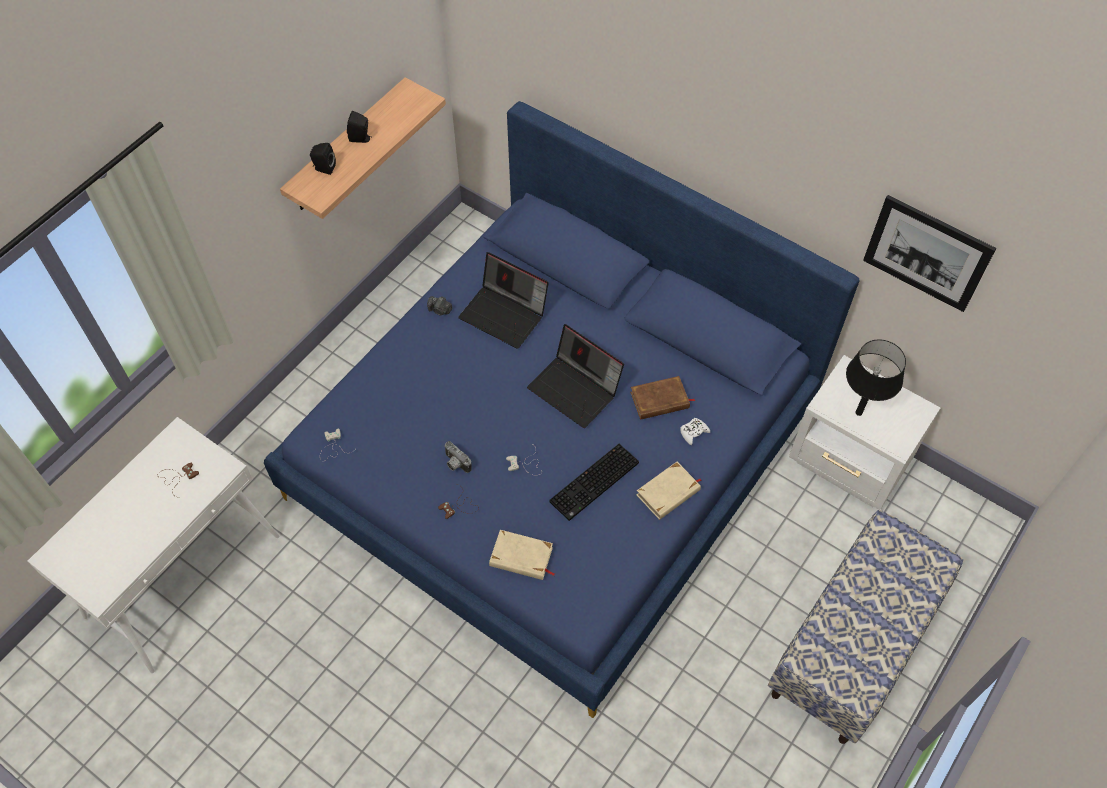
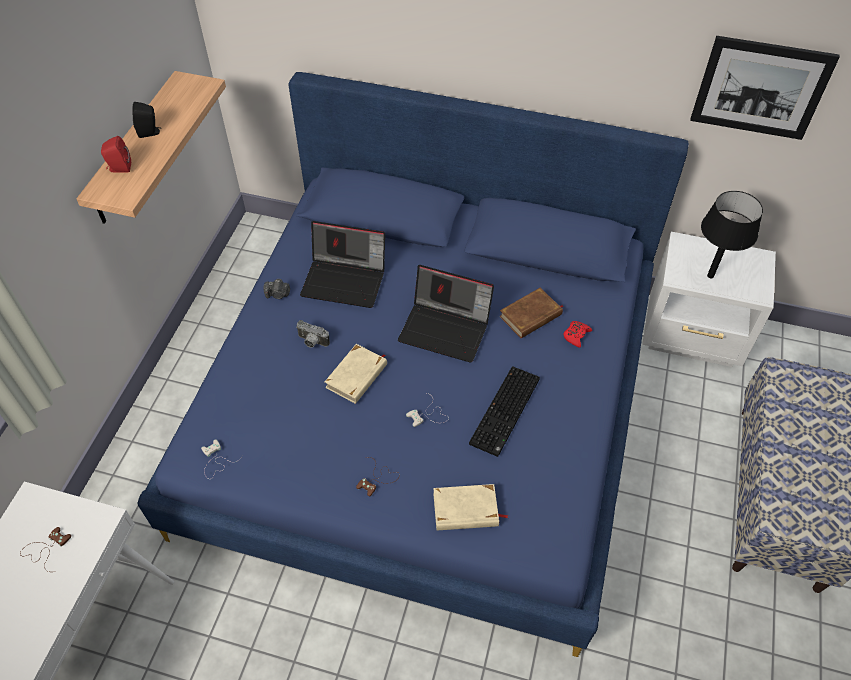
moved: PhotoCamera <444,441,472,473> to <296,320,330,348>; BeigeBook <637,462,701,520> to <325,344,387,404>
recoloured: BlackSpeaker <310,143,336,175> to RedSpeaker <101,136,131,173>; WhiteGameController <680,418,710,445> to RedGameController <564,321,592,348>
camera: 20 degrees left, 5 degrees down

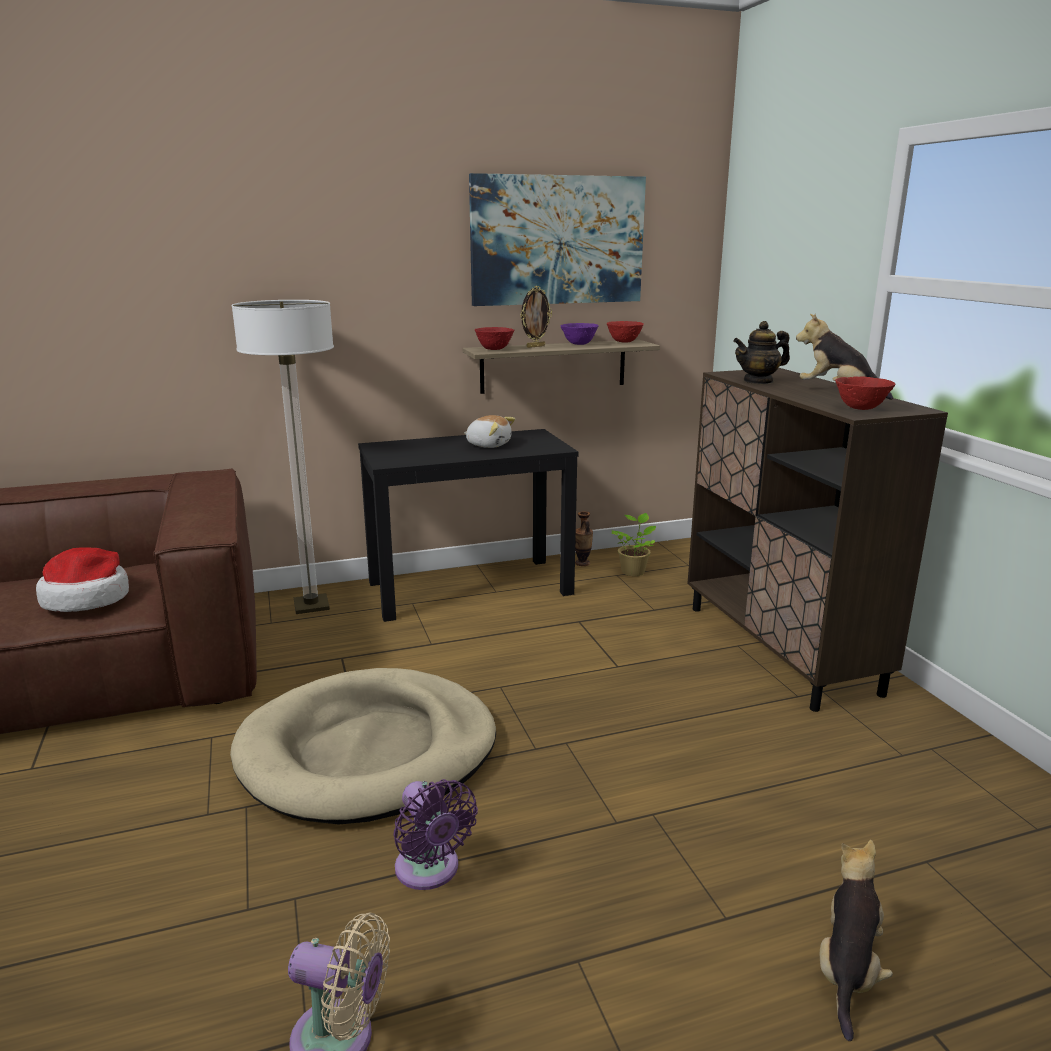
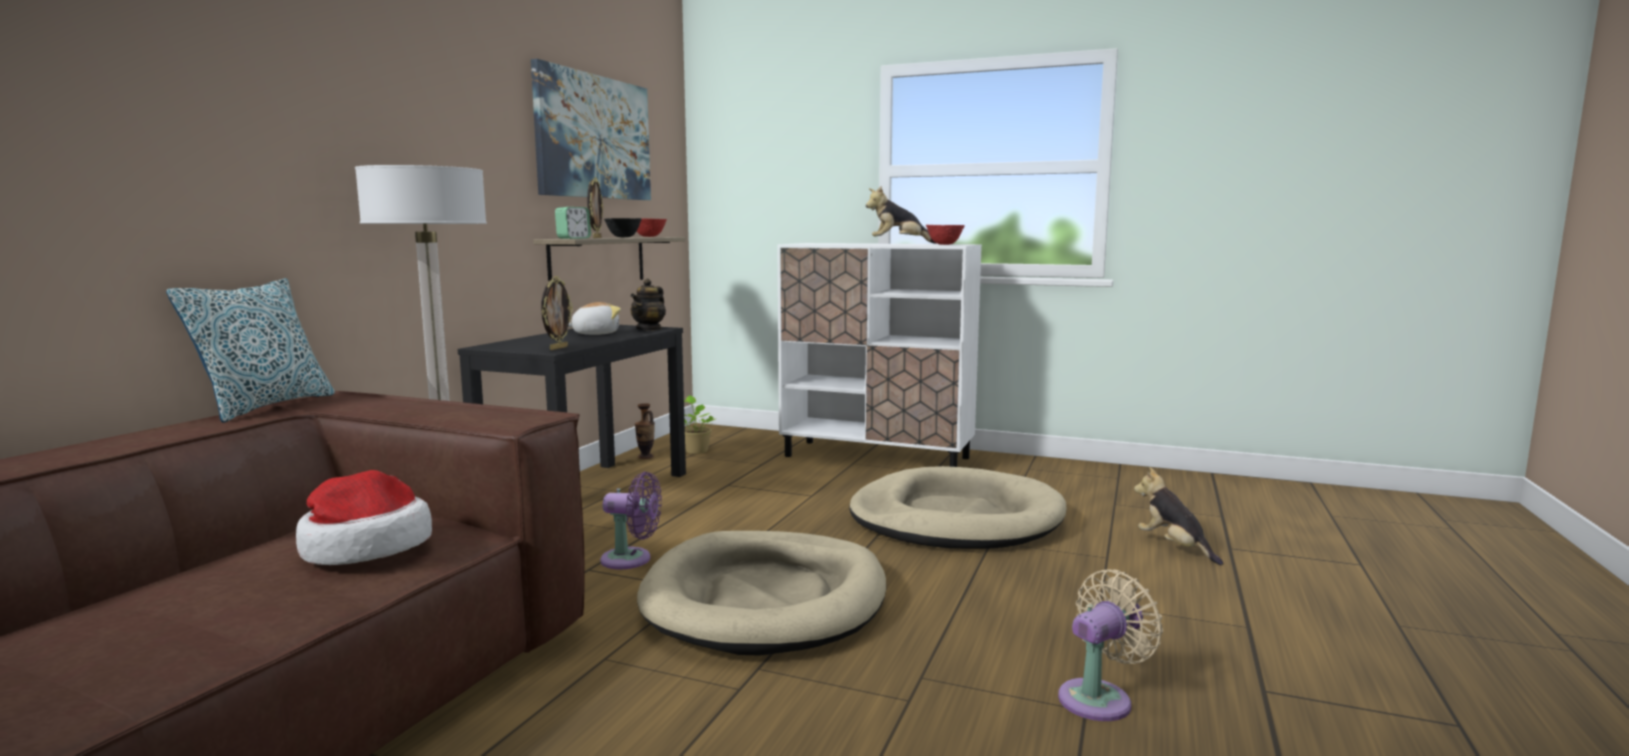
added: PictureFrame <541,276,573,350>; Pillow <166,278,335,423>; BeigeDogBed <849,466,1067,549>
moved: Teapot <734,321,790,384> to <630,279,666,331>; PurpleFan <393,779,478,890> to <600,472,662,569>
replaced: RedBowl <475,327,514,350> to AlarmClock <555,207,591,239>
recoloured: PurpleBowl <560,323,599,345> to BlackBowl <604,218,642,237>; BrownCabinet <687,368,948,712> to WhiteCabinet <777,243,982,467>
camera: 50 degrees left, 10 degrees down

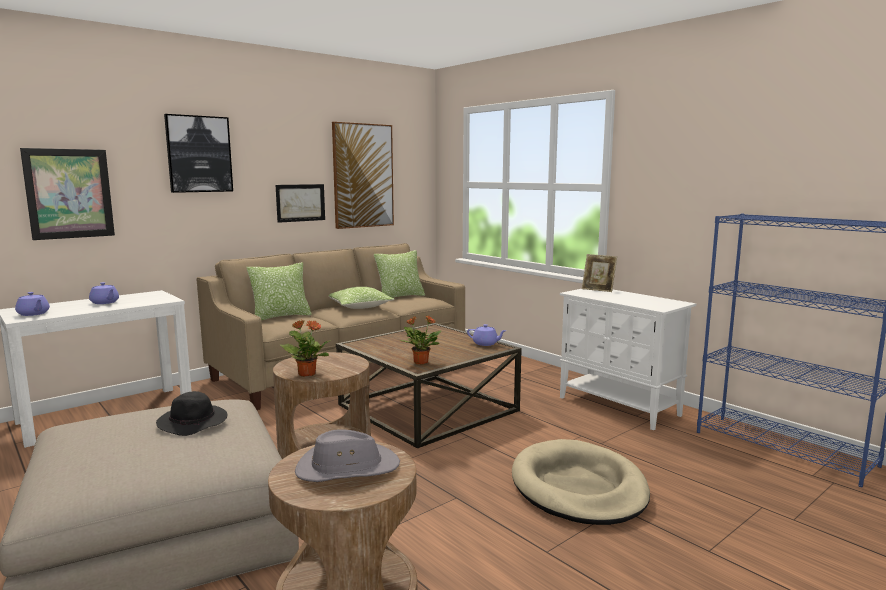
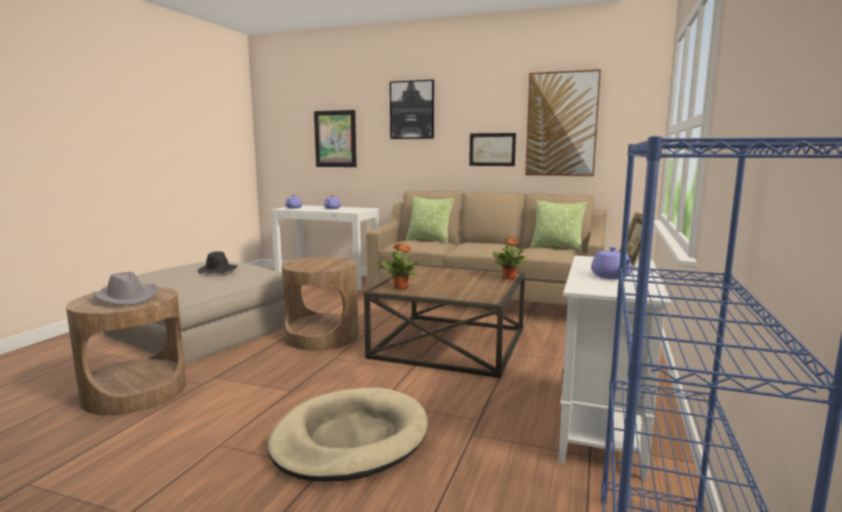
removed: Pillow <329,287,394,309>
moved: PottedPlant <280,320,331,377> to <493,237,527,280>; PurpleTeapot <467,324,507,346> to <591,247,632,279>
camera: 60 degrees right, 0 degrees up

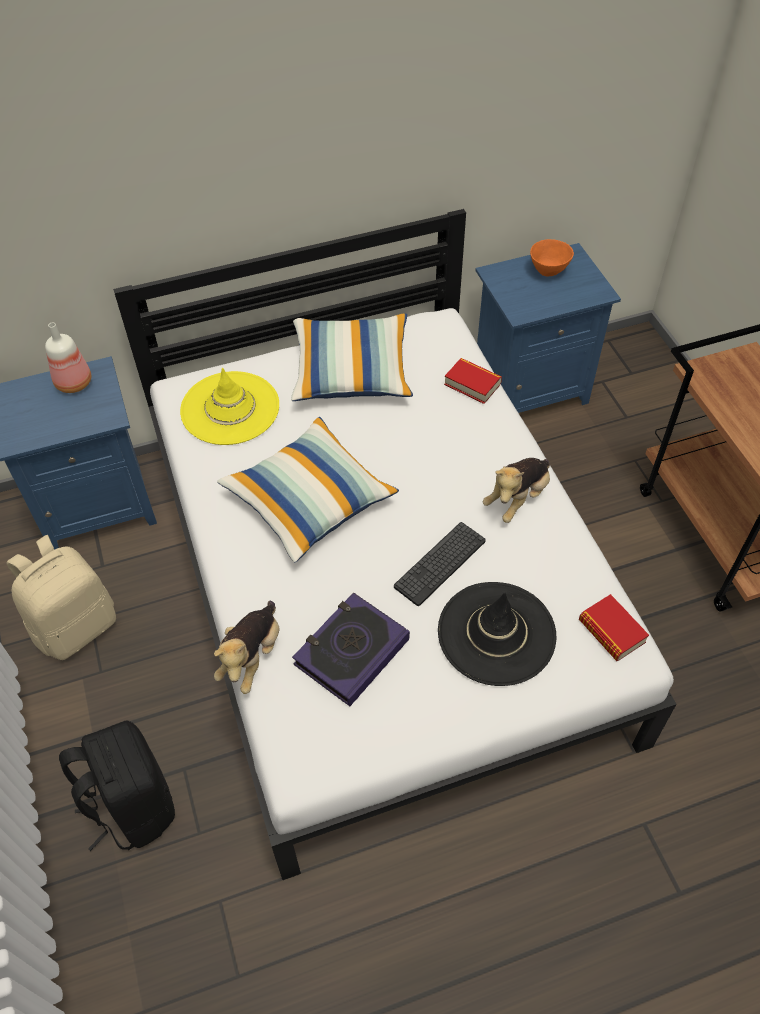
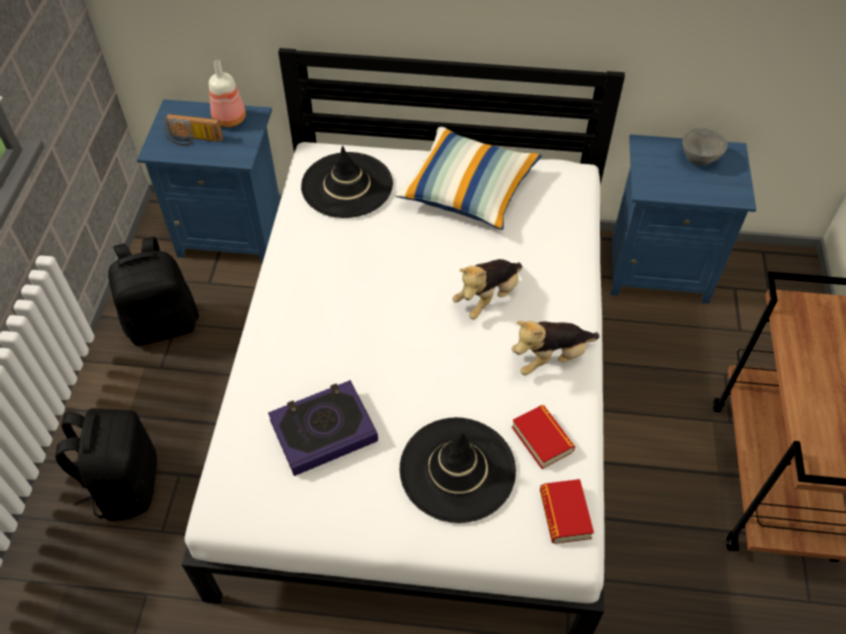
removed: Pillow <217,417,399,563>; Keyboard <394,522,486,606>
added: Radio <164,114,223,146>
moved: Book <444,358,502,404> to <512,405,575,469>; PlushToy <214,601,280,694> to <452,259,522,320>
recoloured: OrangeBowl <530,239,574,276> to GreyBowl <682,128,728,165>; YellowHat <180,368,279,445> to BlackHat <301,146,393,218>; BeigeBackpack <6,535,116,660> to BlackBackpack <108,237,199,346>
camera: 25 degrees right, 0 degrees up

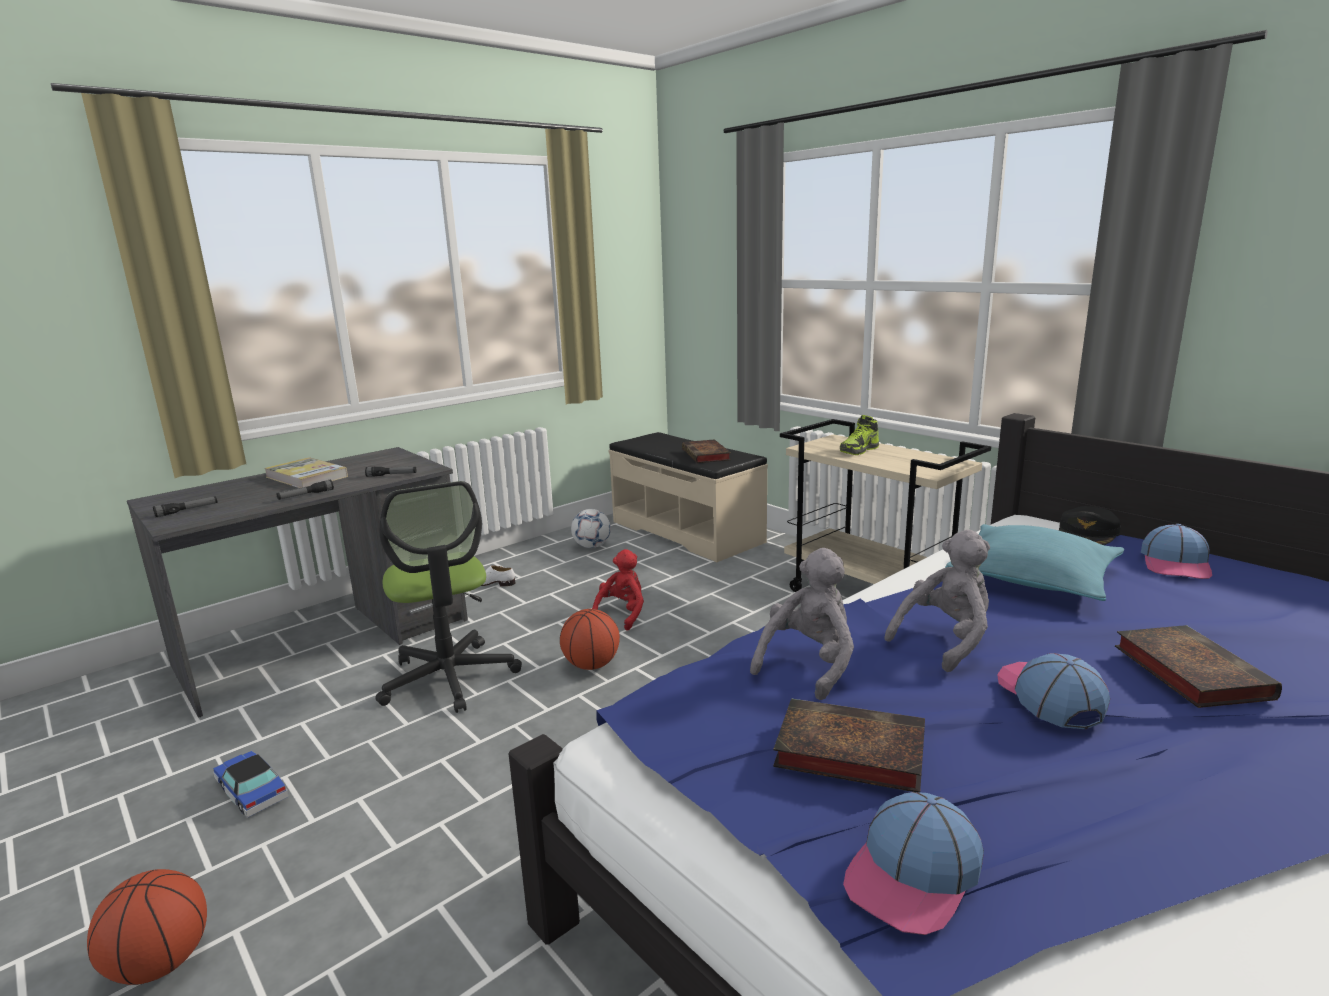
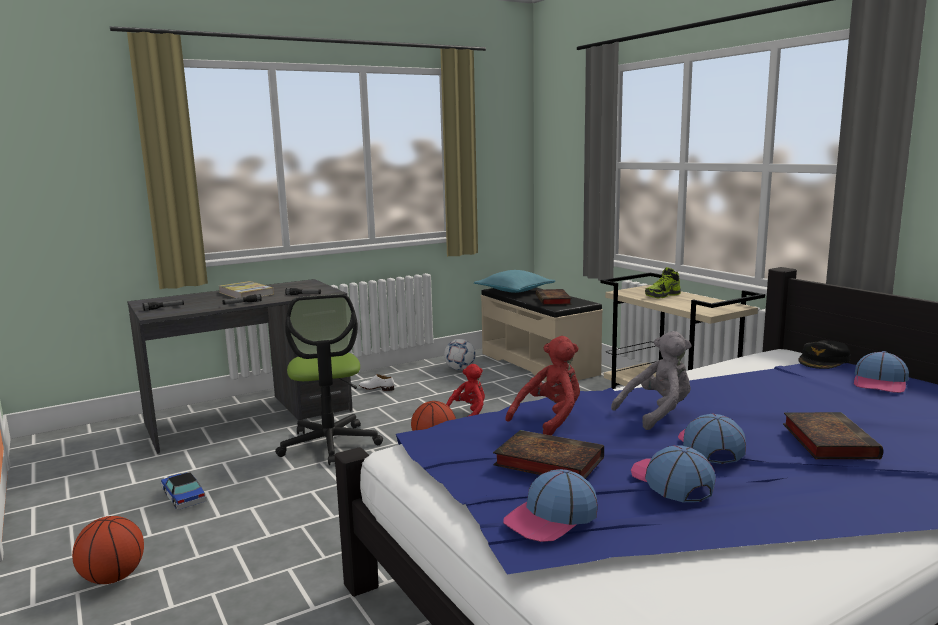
added: Cap <631,445,716,502>
moved: TurquoisePillow <945,524,1124,601> to <474,270,556,293>
recoloured: GreyPlushToy <750,548,854,700> to RedPlushToy <505,336,580,436>
camera: 10 degrees right, 5 degrees down

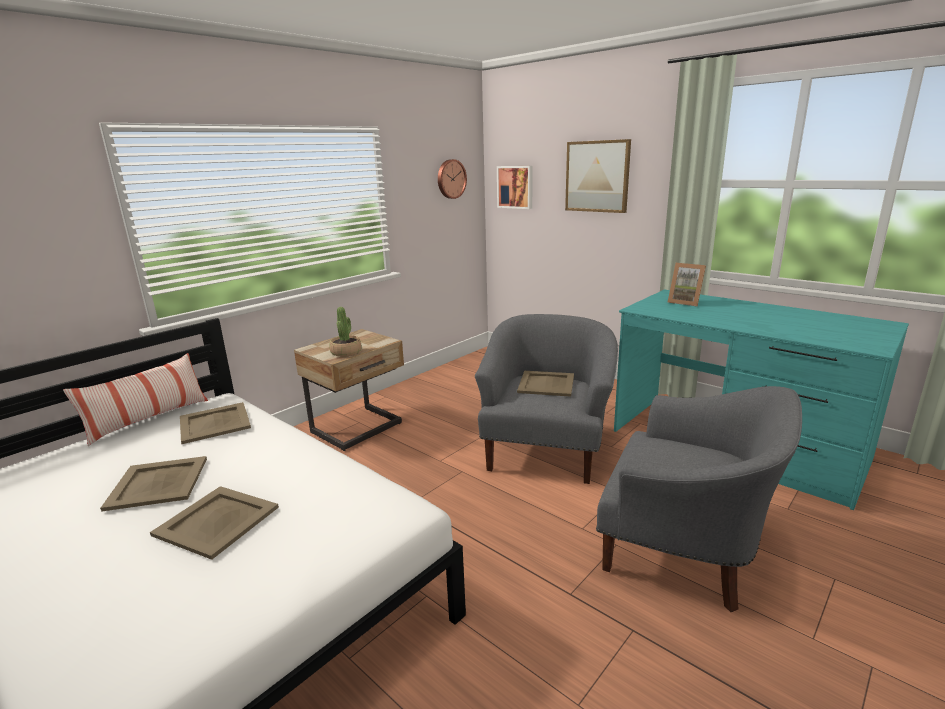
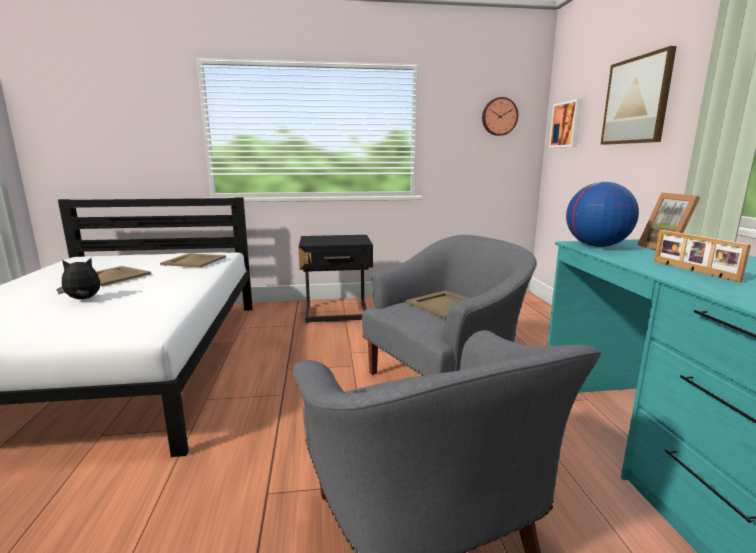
removed: PottedPlant <329,307,362,357>; Pillow <63,353,208,446>
added: Globe <566,182,639,247>; PictureFrame <654,230,751,282>
replaced: BeigeTray <150,486,279,560> to PlushToy <56,258,100,299>
recoloured: BeigeNightstand <294,329,404,451> to BlackNightstand <299,235,373,323>
camera: 40 degrees right, 5 degrees down

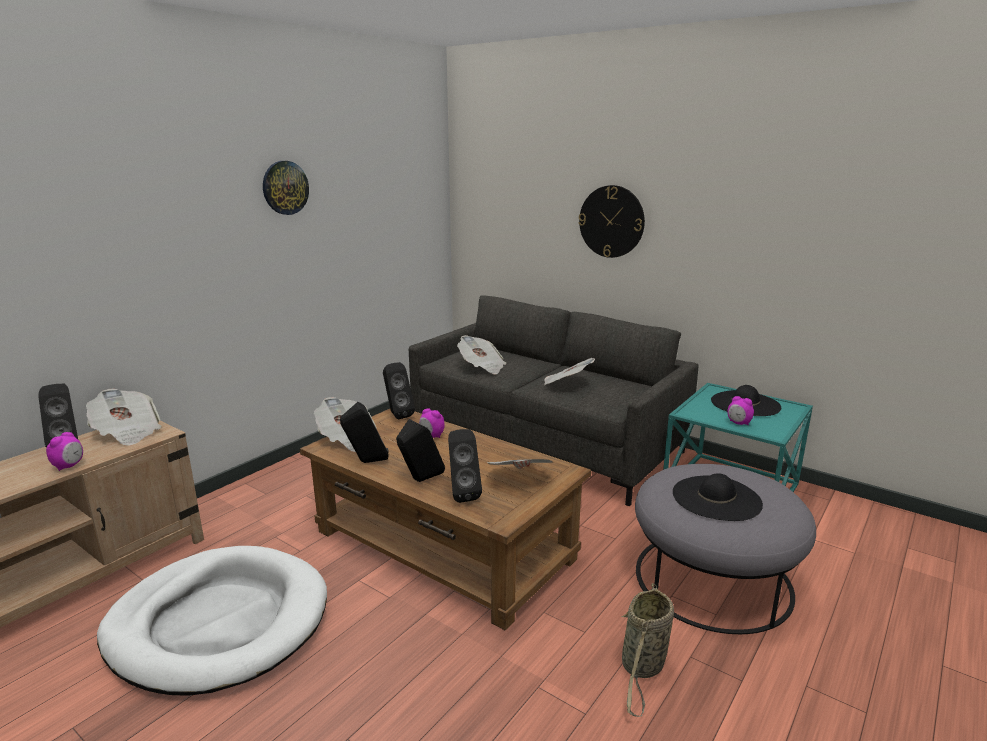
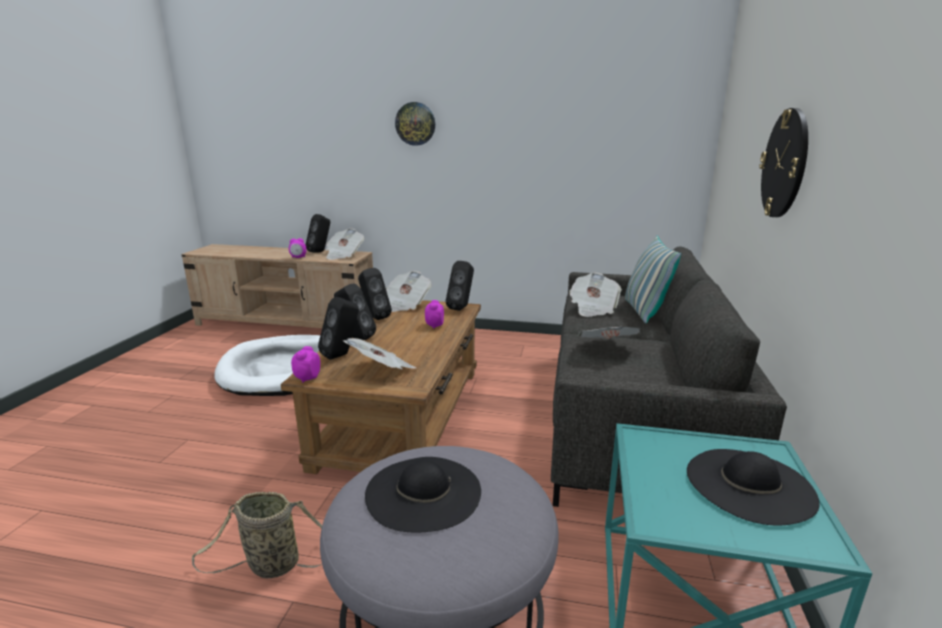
added: Pillow <625,236,681,323>
moved: WallClock <263,161,309,215> to <395,102,435,146>; AlarmClock <727,396,754,425> to <291,346,320,383>
camera: 65 degrees right, 0 degrees up

